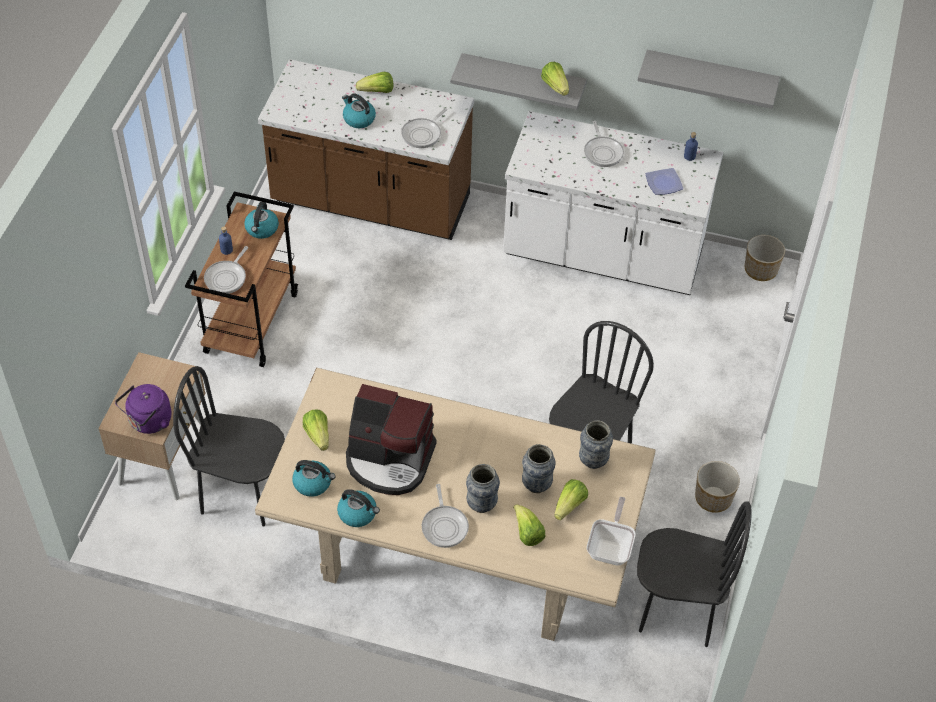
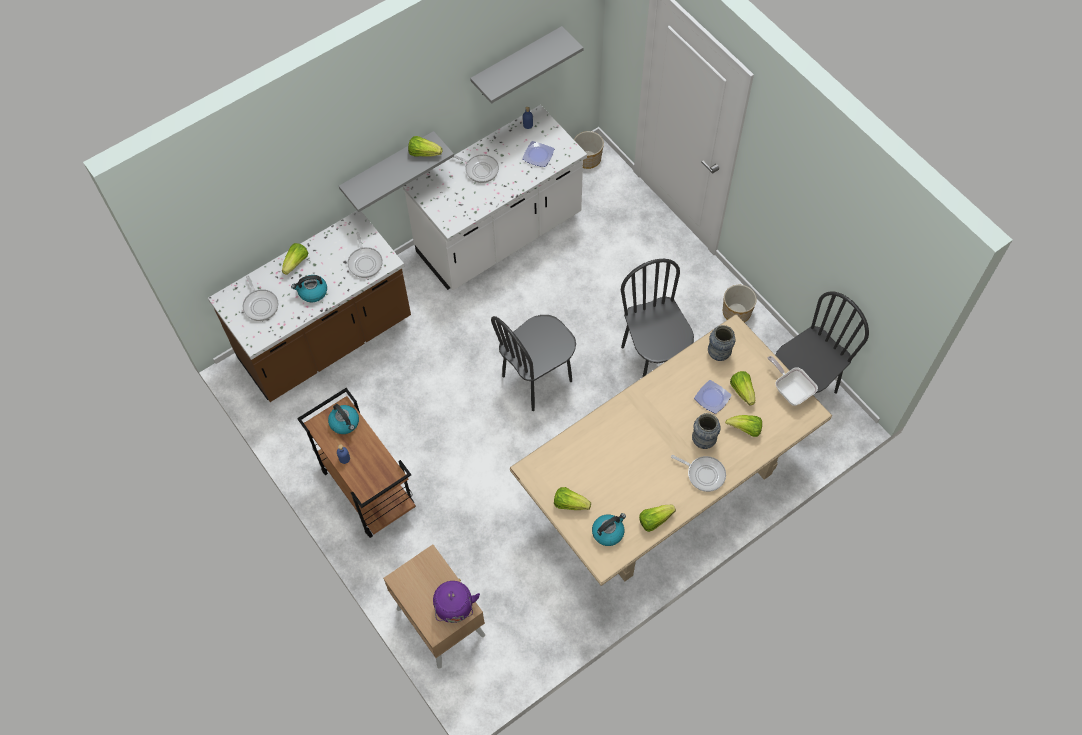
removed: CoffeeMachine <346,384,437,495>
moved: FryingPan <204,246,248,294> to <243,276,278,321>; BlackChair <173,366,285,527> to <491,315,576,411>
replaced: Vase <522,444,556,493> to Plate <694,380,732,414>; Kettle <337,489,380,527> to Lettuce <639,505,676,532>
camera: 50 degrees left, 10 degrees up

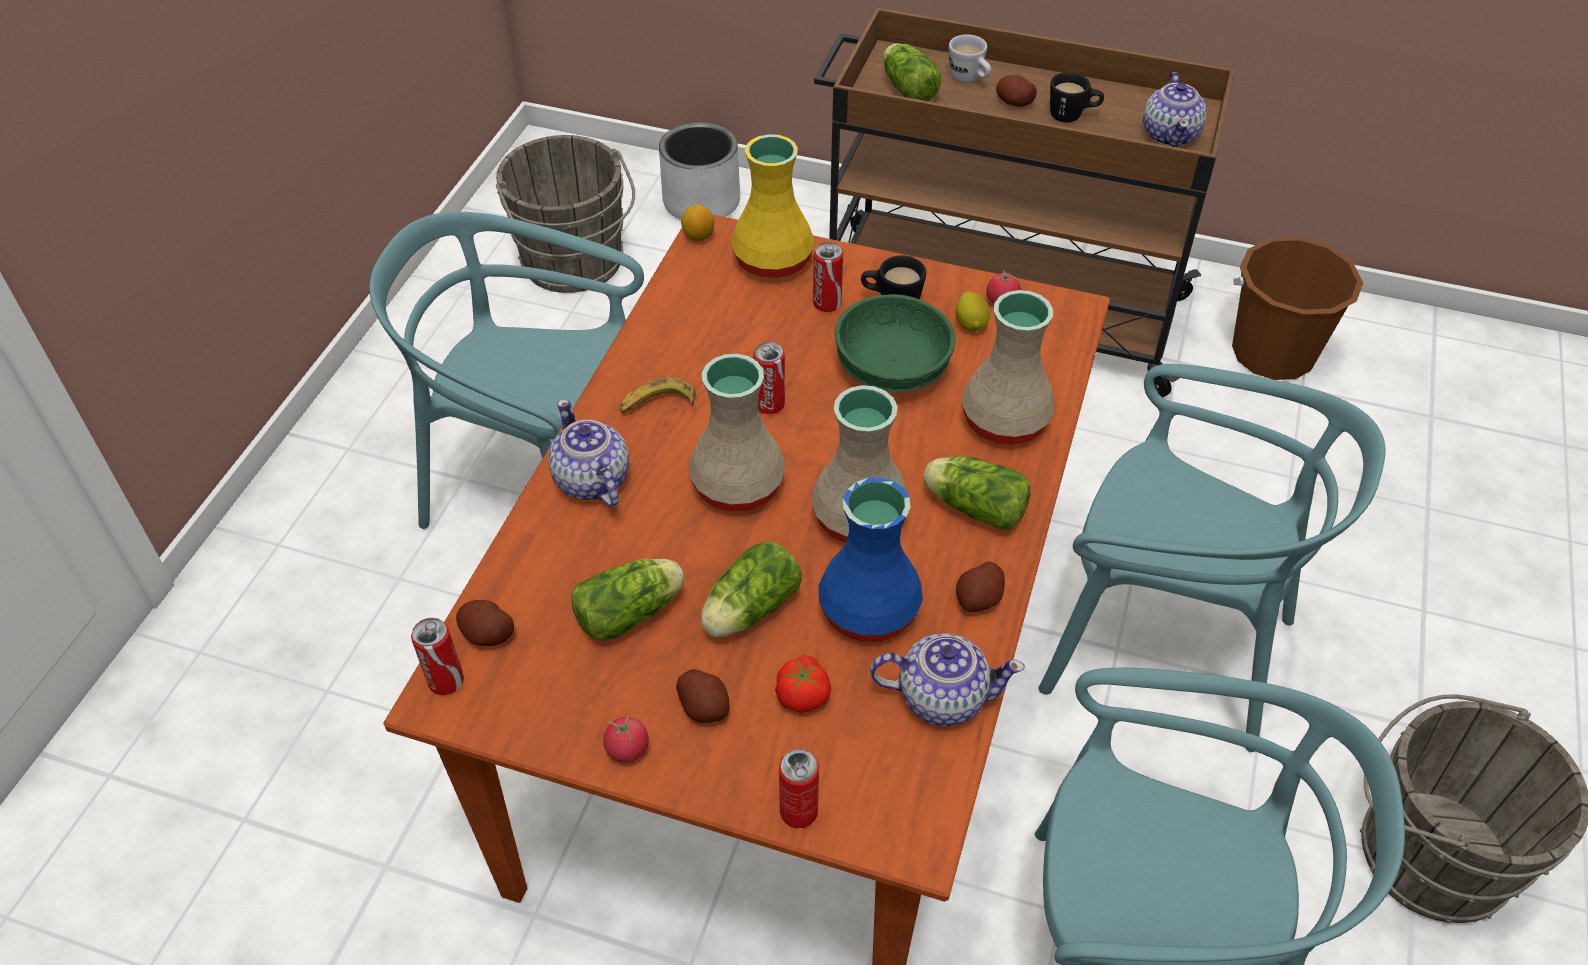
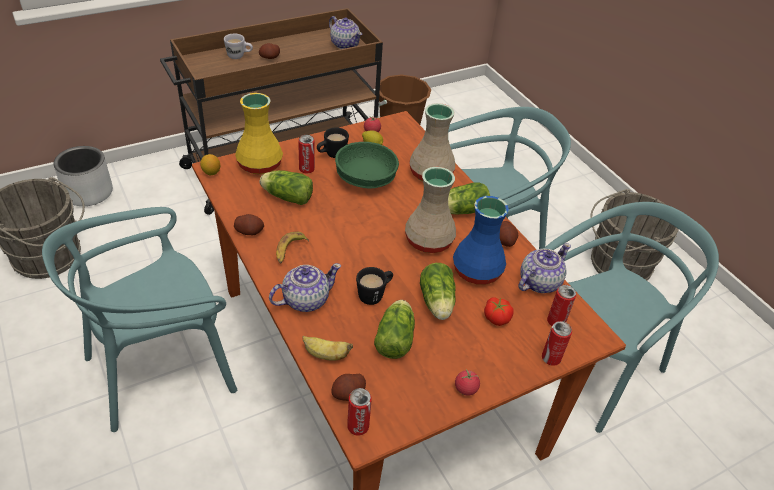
removed: BeigeVase <689,354,785,512>
added: Banana <302,336,353,361>
moved: Lettuce <883,44,941,101> to <260,170,313,205>; BlackMug <1050,72,1104,122> to <356,267,393,305>; Can <753,342,785,414> to <547,285,576,326>; Potato <676,669,730,723> to <234,214,264,235>
turned: Teapot <548,399,629,507> = <269,263,341,312> 135 degrees clockwise
camera: 50 degrees left, 5 degrees down

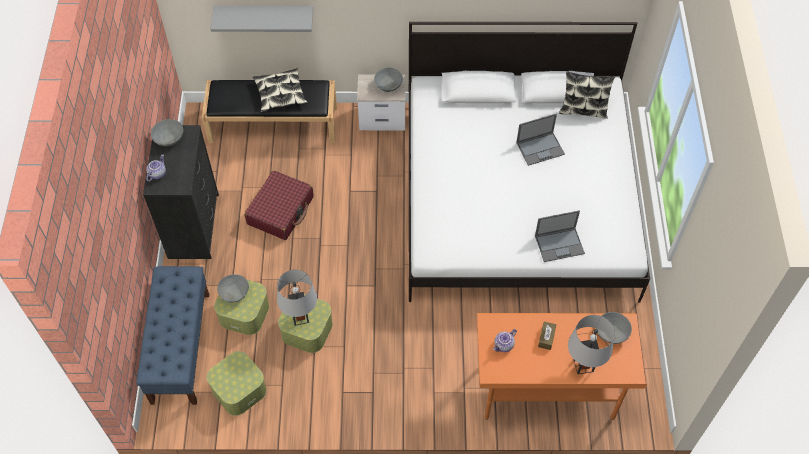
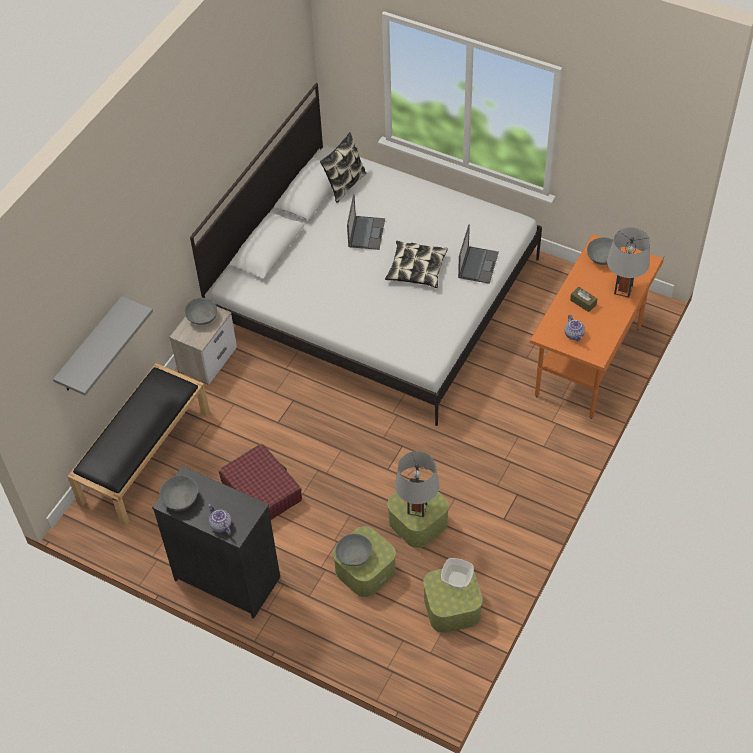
removed: BlueBench <136,266,209,405>
added: Bowl <441,558,474,588>
moved: Pillow <253,68,308,113> to <385,241,448,288>
camera: 60 degrees left, 5 degrees down

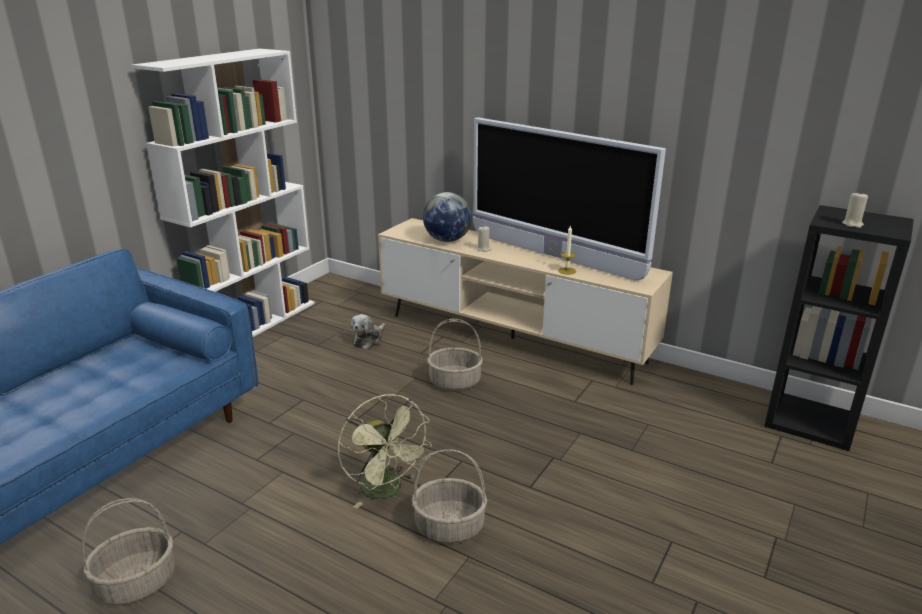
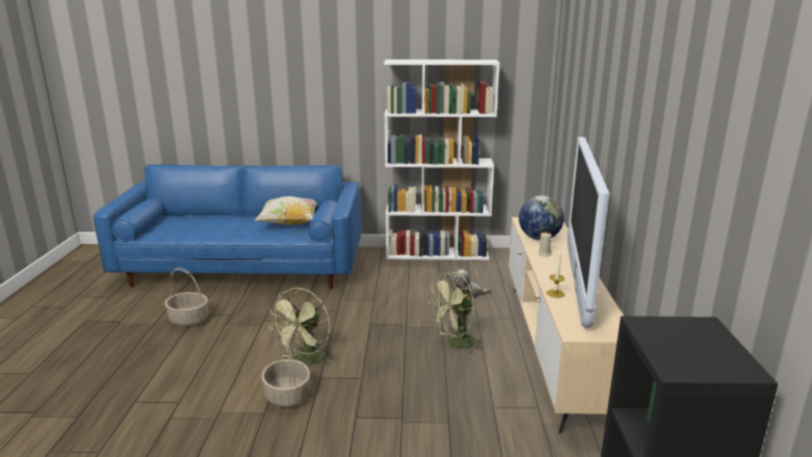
removed: BeigeCandle <842,191,868,228>
added: Pillow <255,196,317,226>
replaced: Basket <427,319,483,391> to GreenFan <429,272,485,353>
camera: 60 degrees right, 5 degrees down

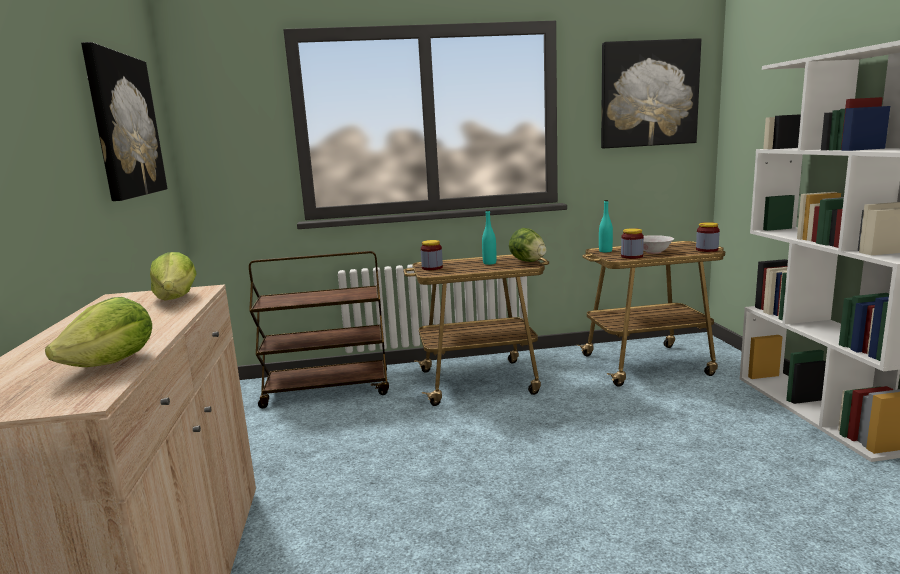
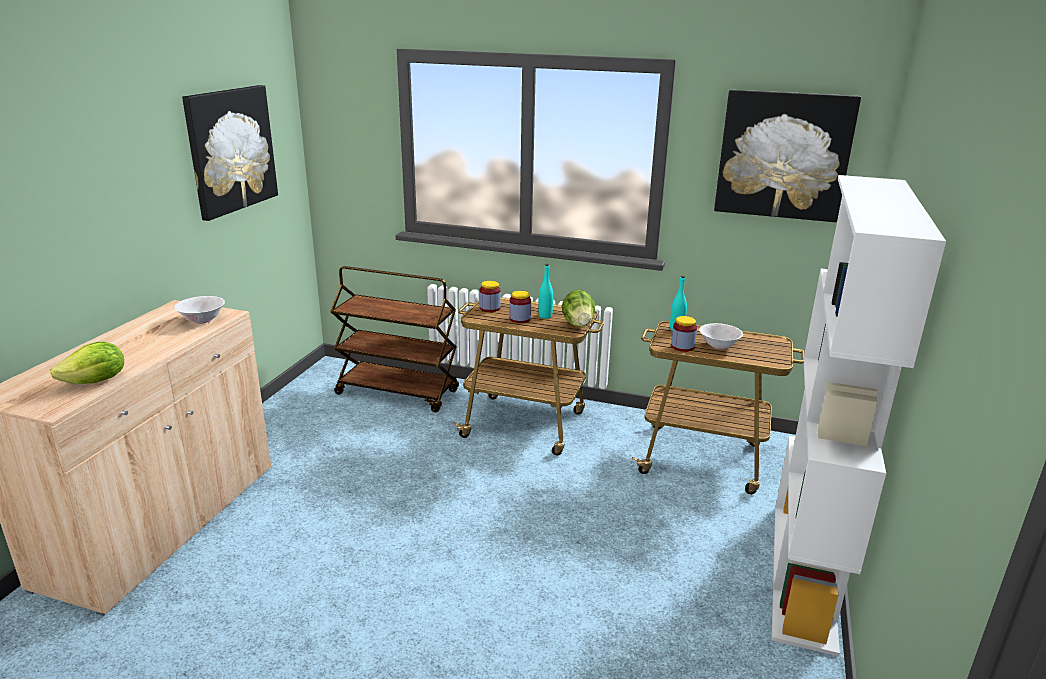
moved: Jar <696,222,720,252> to <509,291,531,323>
replaced: Lettuce <150,252,197,301> to WhiteBowl <174,296,225,324>
camera: 25 degrees right, 10 degrees up

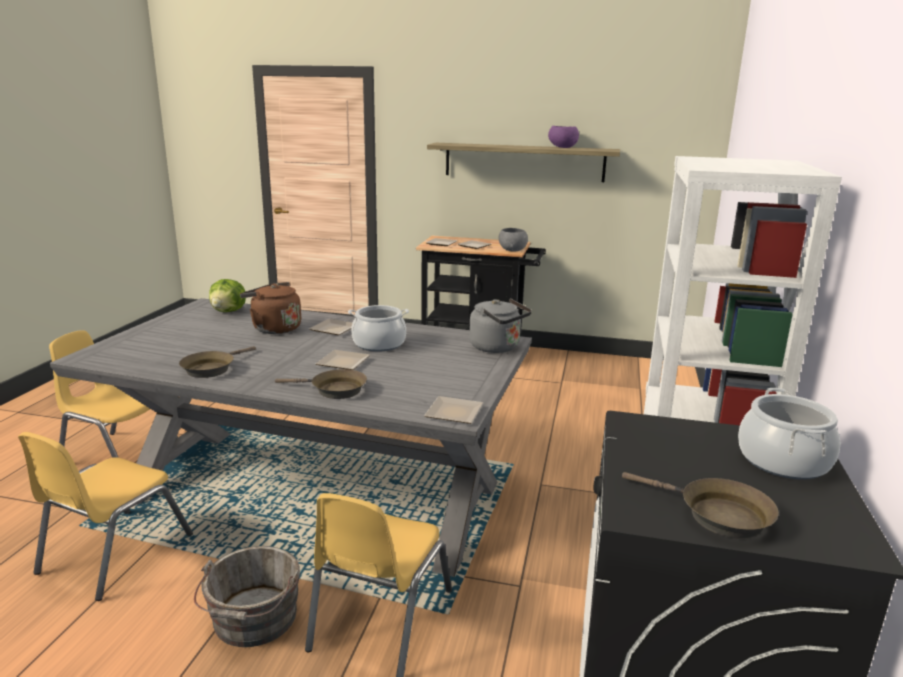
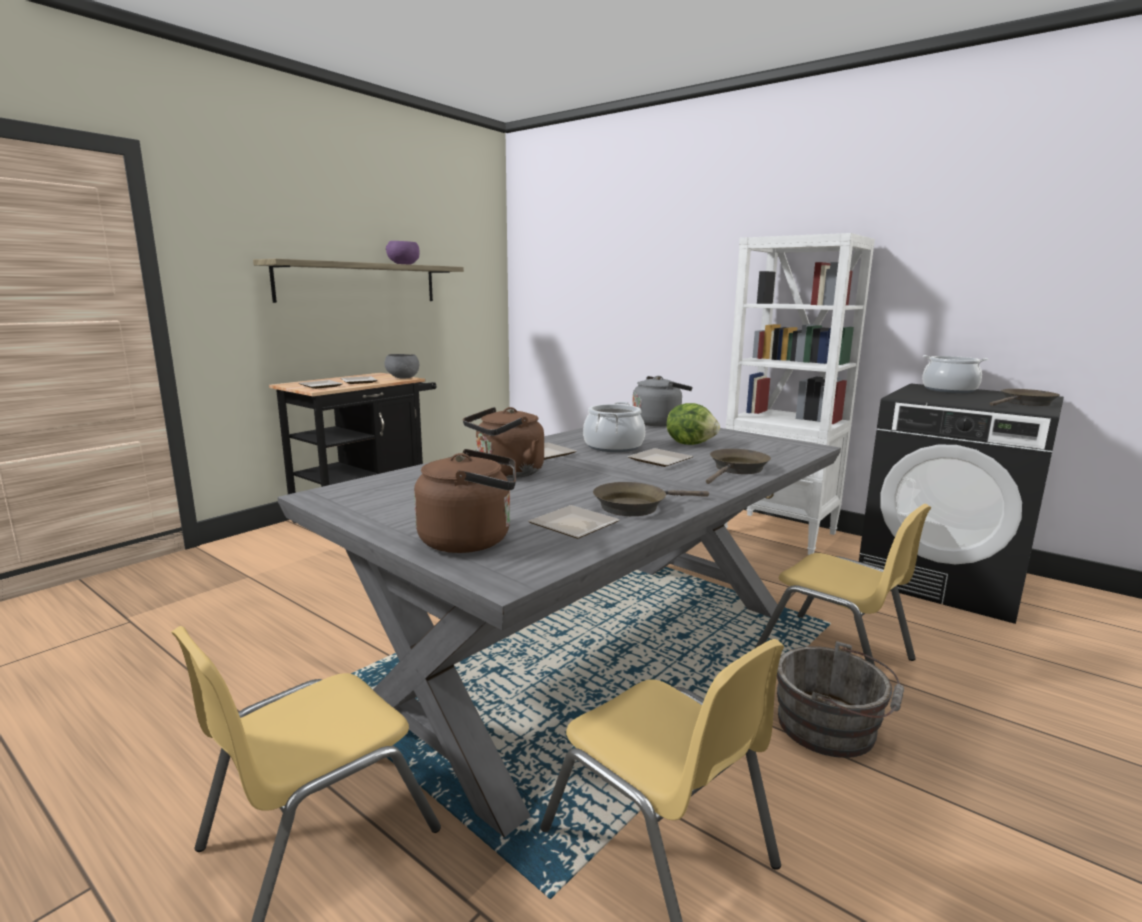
added: BrownKettle <414,449,516,553>
moved: Lettuce <209,279,246,312> to <667,403,720,445>; Plate <424,396,483,424> to <528,505,620,539>
turned: BrownFryingPan <179,346,256,378> = <593,482,709,516> 105 degrees clockwise
camera: 65 degrees left, 5 degrees down

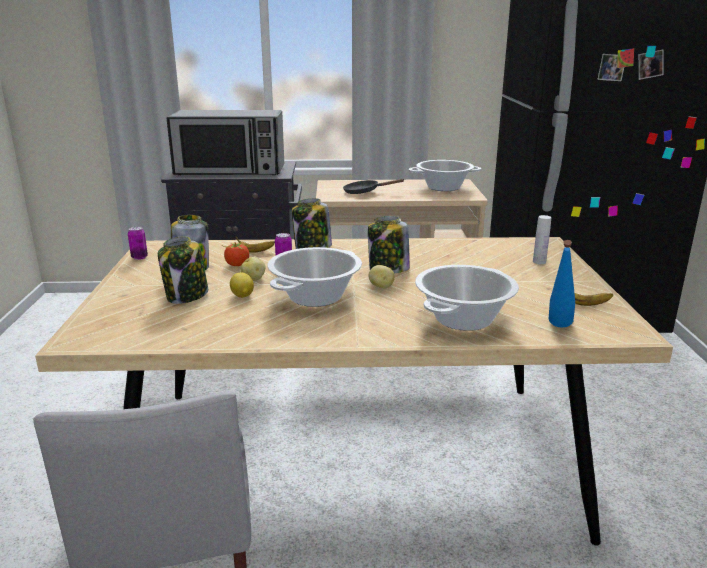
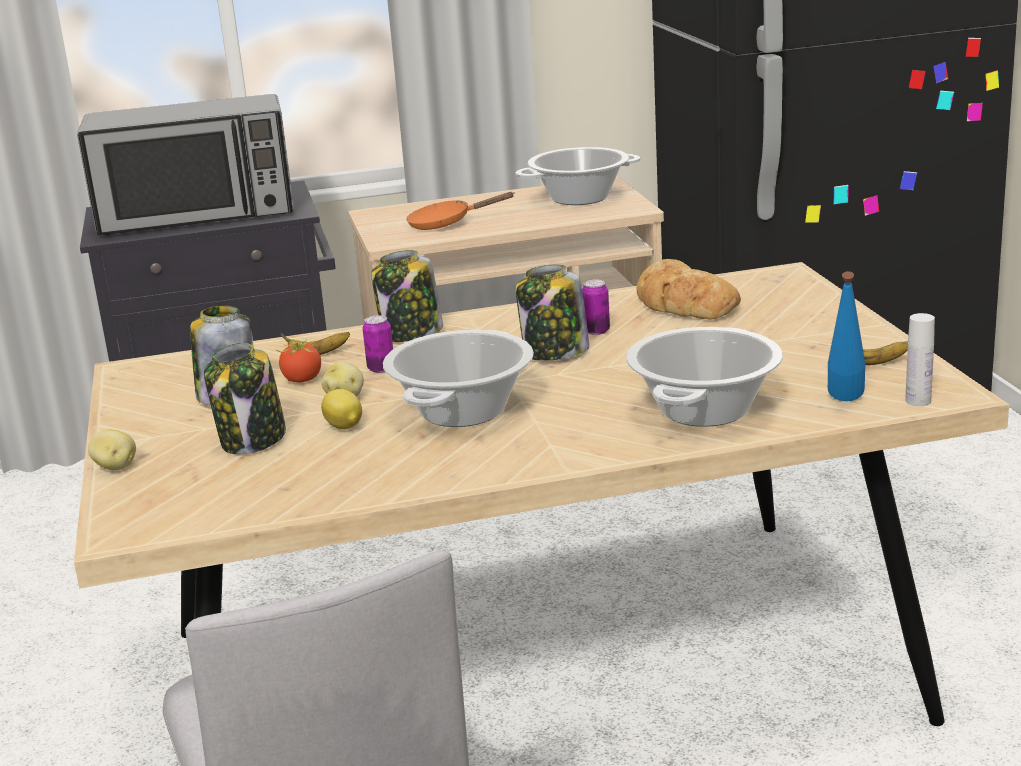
added: Bread <636,259,741,319>
moved: WhiteBottle <533,215,551,264> to <905,313,935,406>; Can <128,226,148,260> to <582,279,610,335>; Potato <369,265,395,289> to <88,429,136,470>
recoloured: BlackFryingPan <343,179,405,194> to OrangeFryingPan <406,192,515,230>
camera: 10 degrees left, 0 degrees up

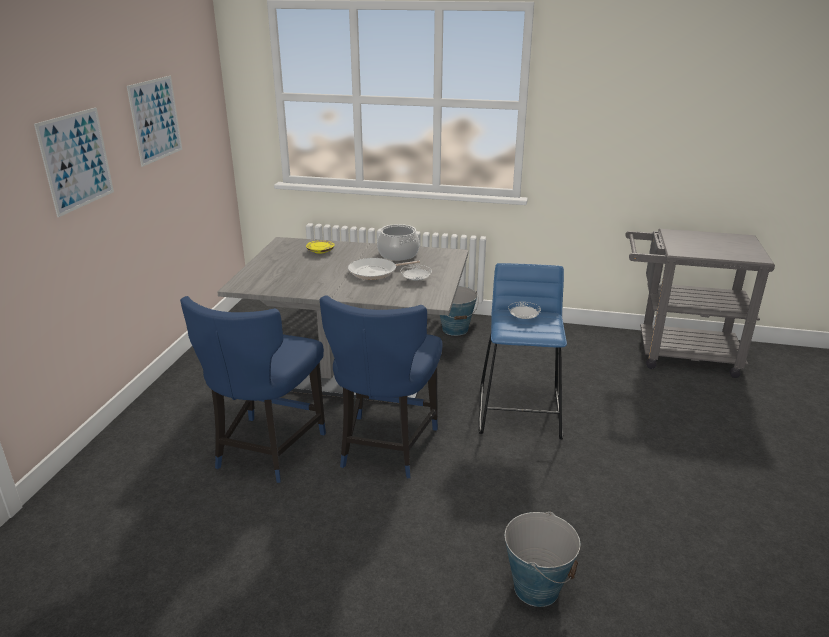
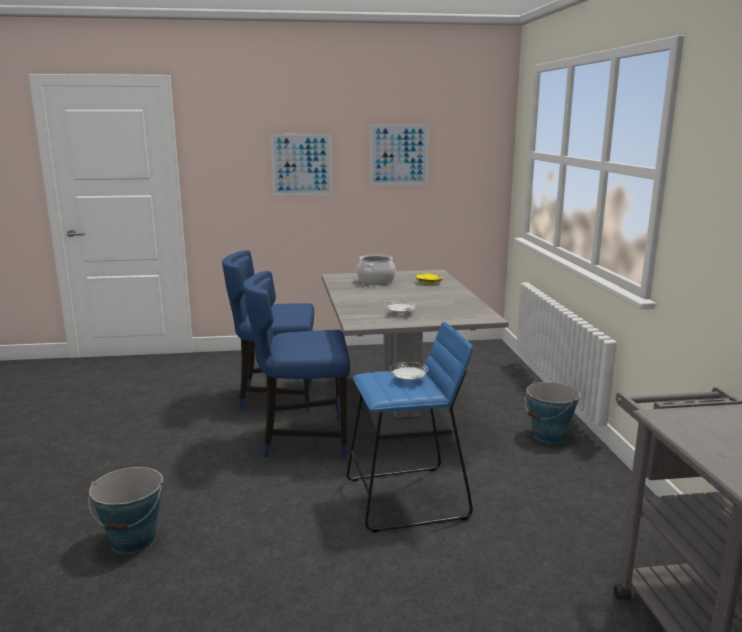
removed: FryingPan <348,258,420,280>
moved: CookingPot <377,224,419,260> to <357,255,396,285>
camera: 70 degrees right, 10 degrees down

